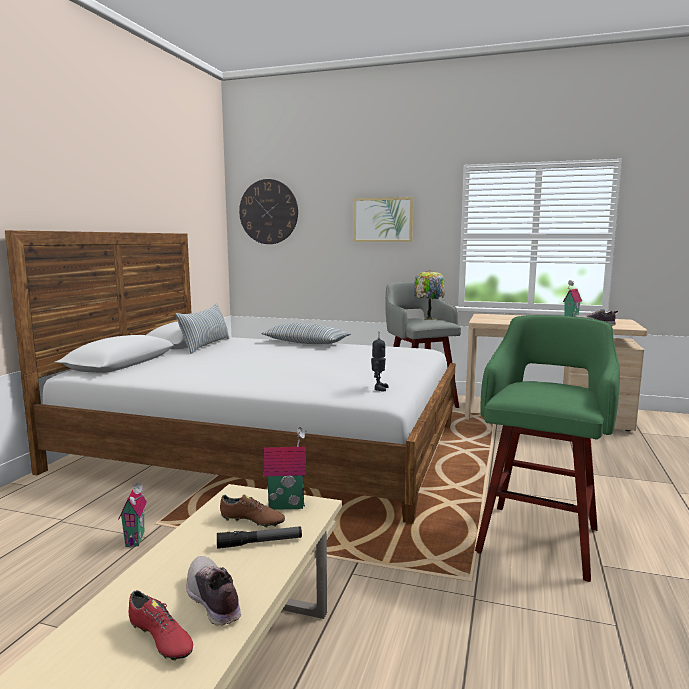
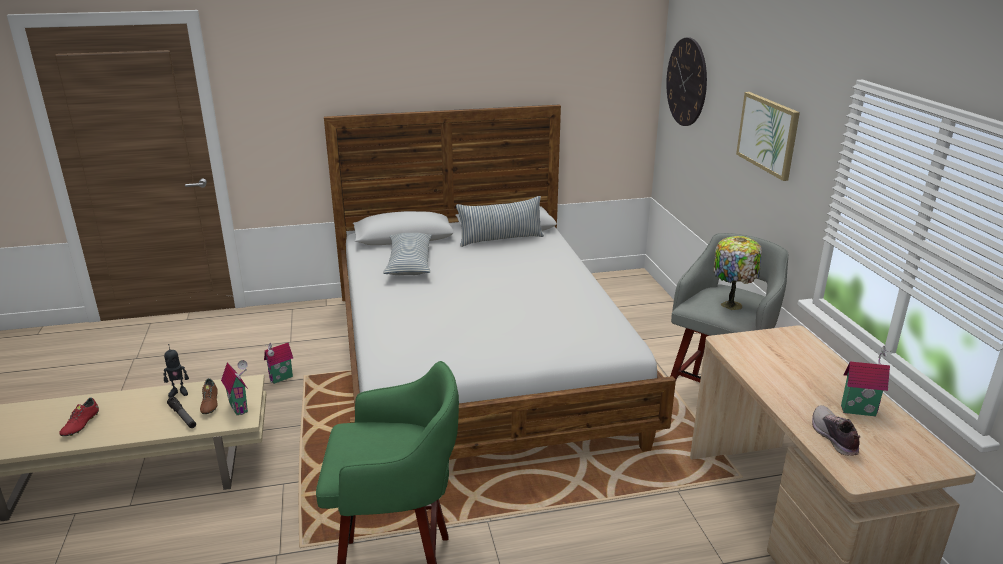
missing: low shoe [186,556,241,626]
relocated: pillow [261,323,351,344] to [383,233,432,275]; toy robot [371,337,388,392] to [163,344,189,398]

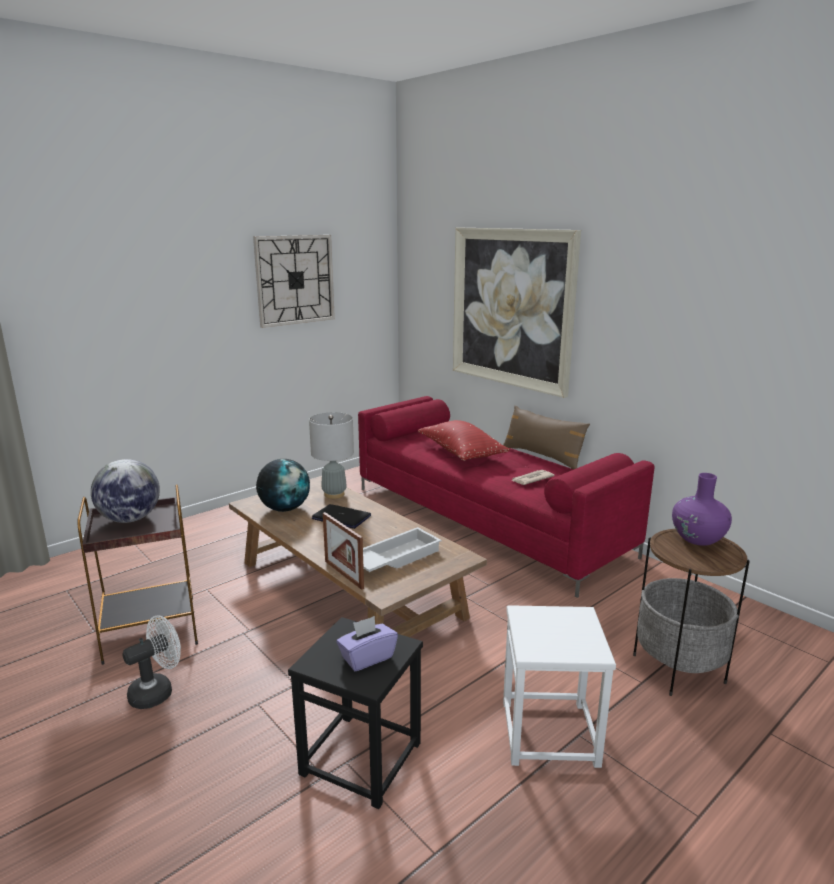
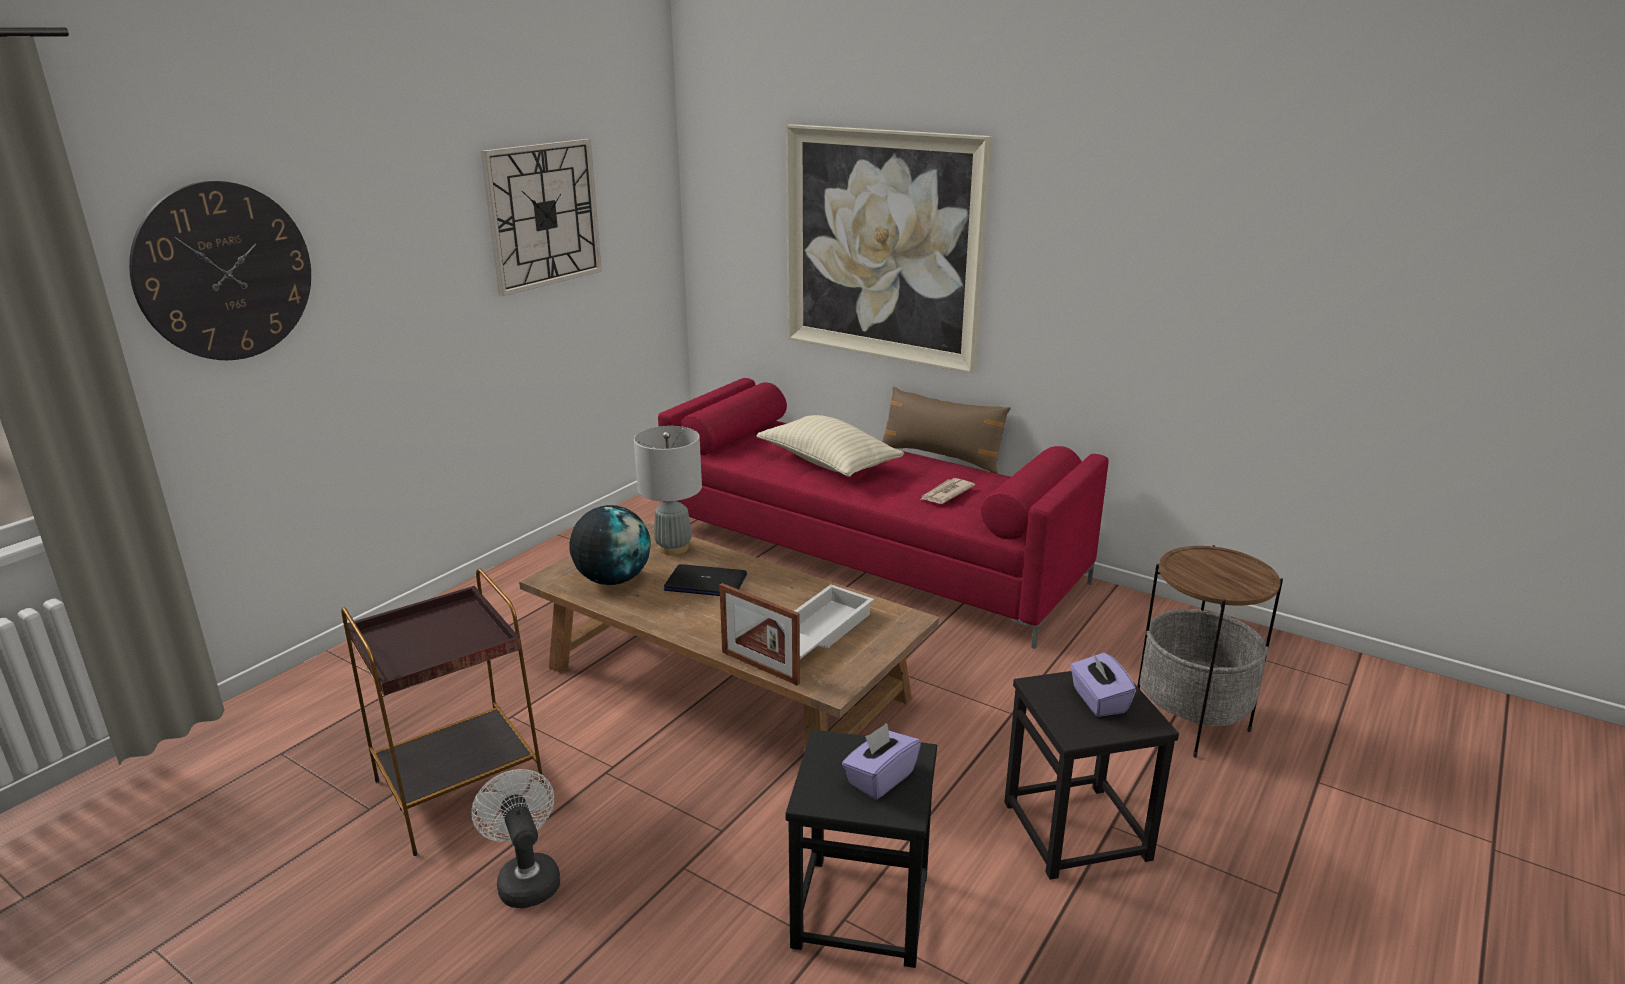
missing: globe [91,459,160,523]; purple-coloured decorative vase [672,473,732,546]
appeared: wall clock [129,181,311,360]; purple-coloured box of tissues [1070,653,1136,717]
colour: red pillow [418,420,510,461] to sand-coloured pillow [757,415,904,477]; white-coloured stool [503,605,616,768] to black-coloured stool [1004,671,1179,880]
spun: white-coloured electric fan [122,615,181,709] = [471,769,560,908] 60 degrees counterclockwise

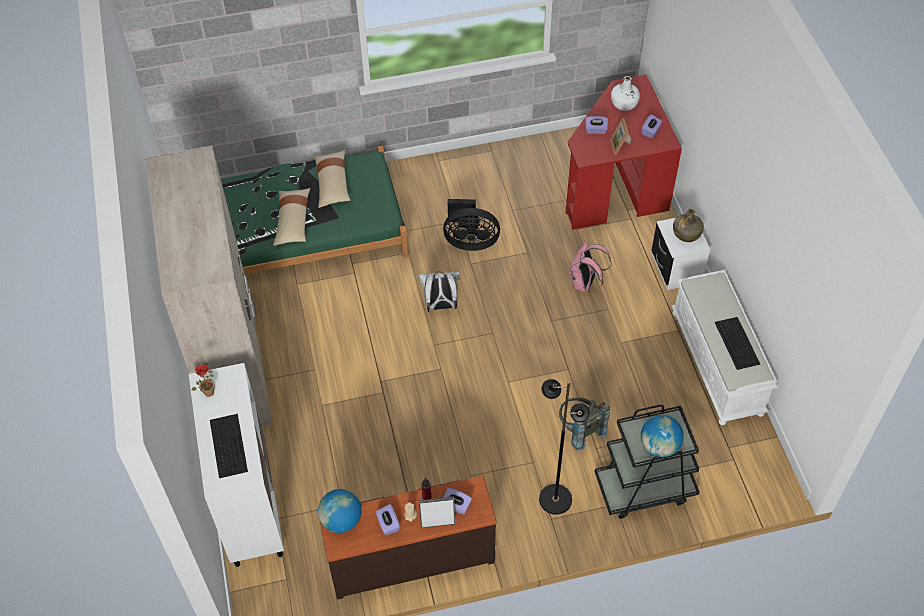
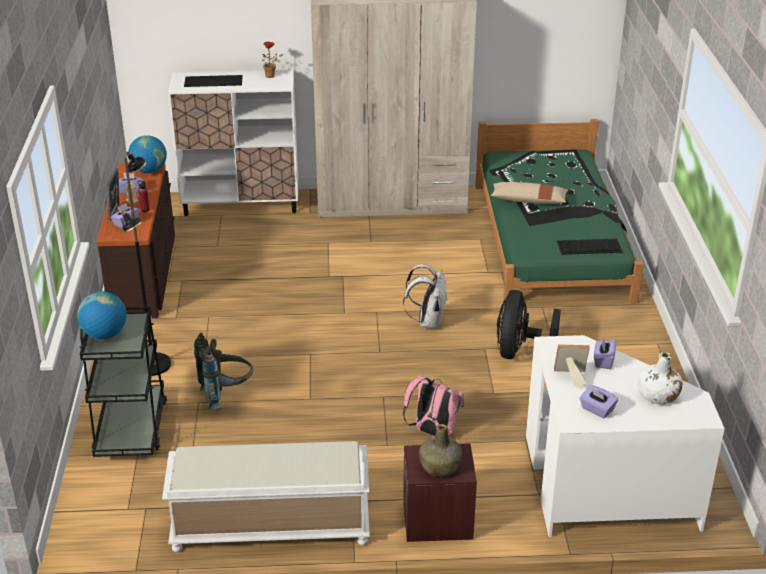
missing: sand-coloured pillow [314,150,350,208]
relocated: computer keyboard [715,317,760,370] to [557,239,623,255]
colour: red desk unit [566,75,682,230] to white-coloured desk unit [526,335,725,537]; white-coloured bedside table [652,218,710,290] to brownish bedside table [403,443,477,542]

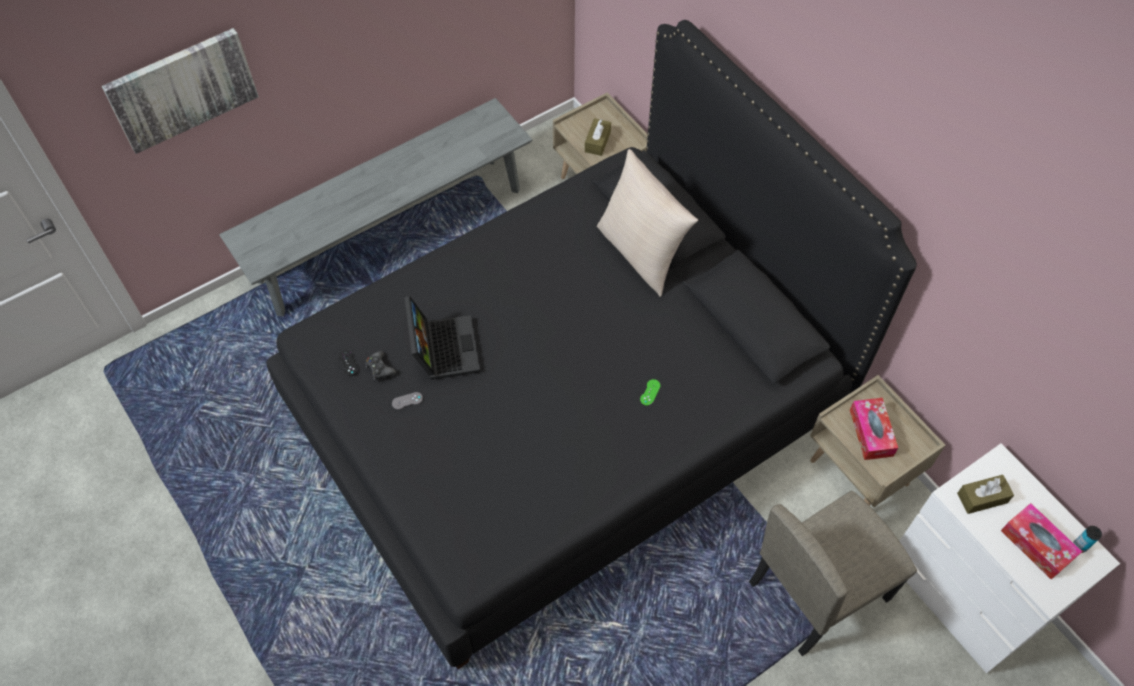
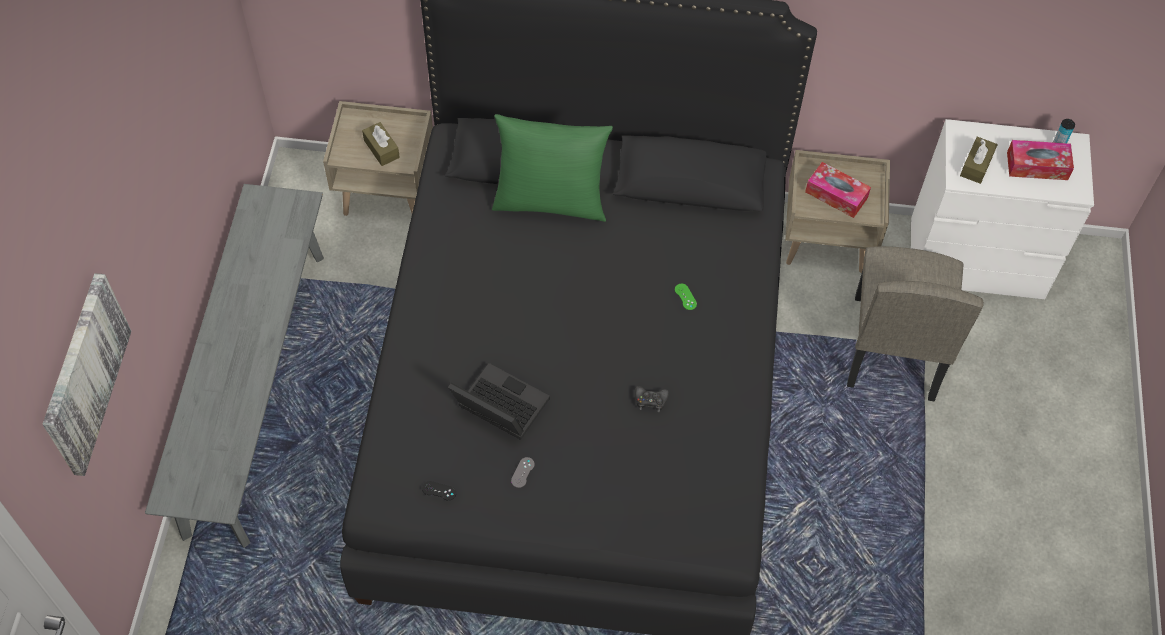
relocated: black-coloured joypad [365,351,396,380] to [635,386,669,412]
colour: sand-coloured pillow [597,149,698,297] to green pillow [492,114,613,222]

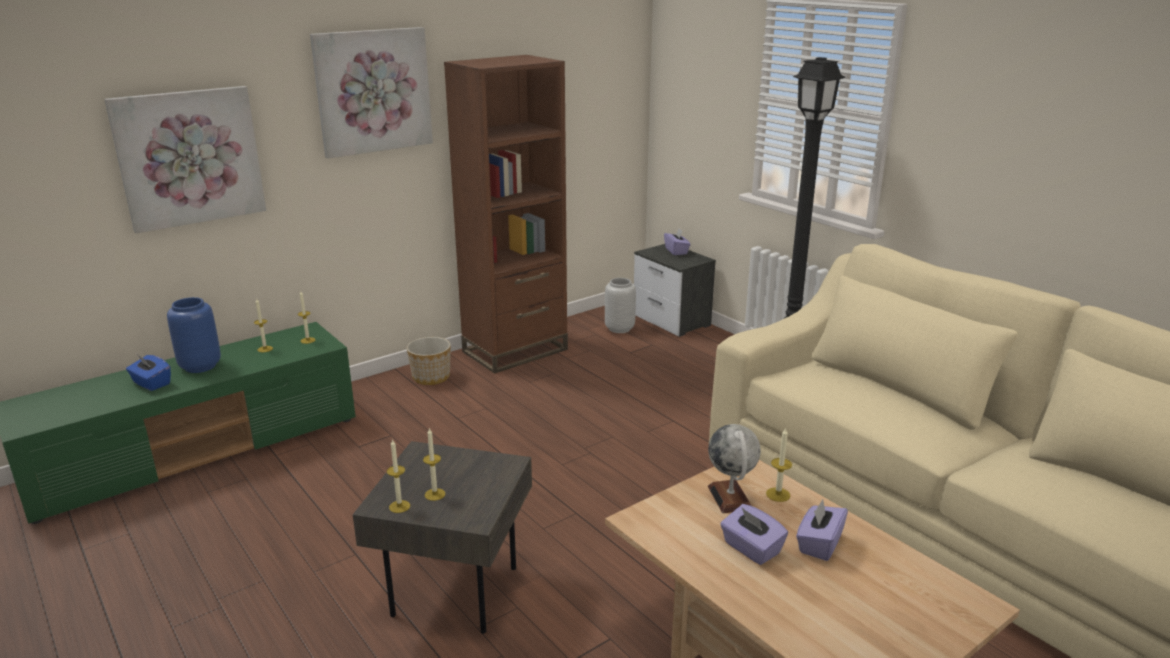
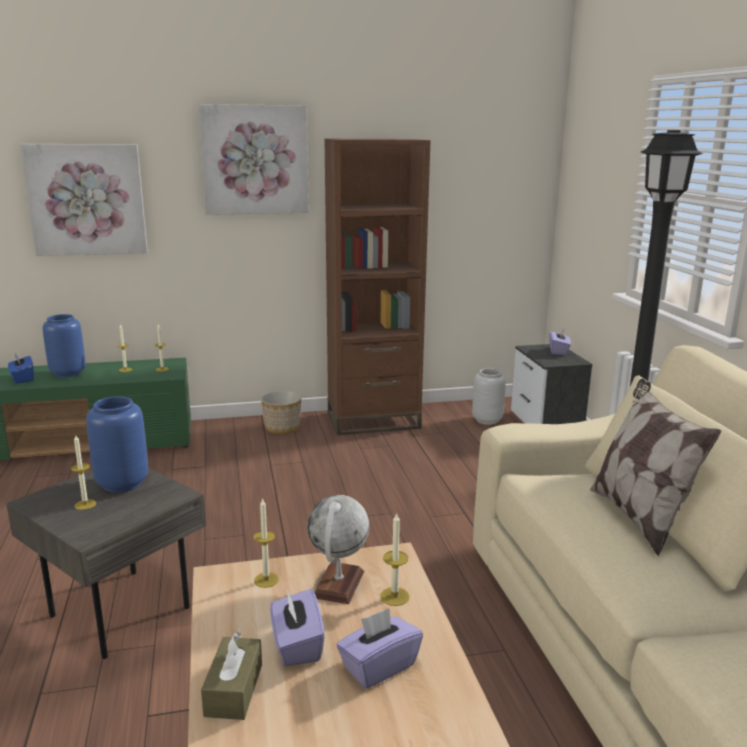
appeared: blue-coloured decorative vase [86,396,148,493]; brownish box of tissues [201,632,262,720]; pillow [590,378,721,556]
relocated: candle [387,439,410,513] to [254,498,279,588]

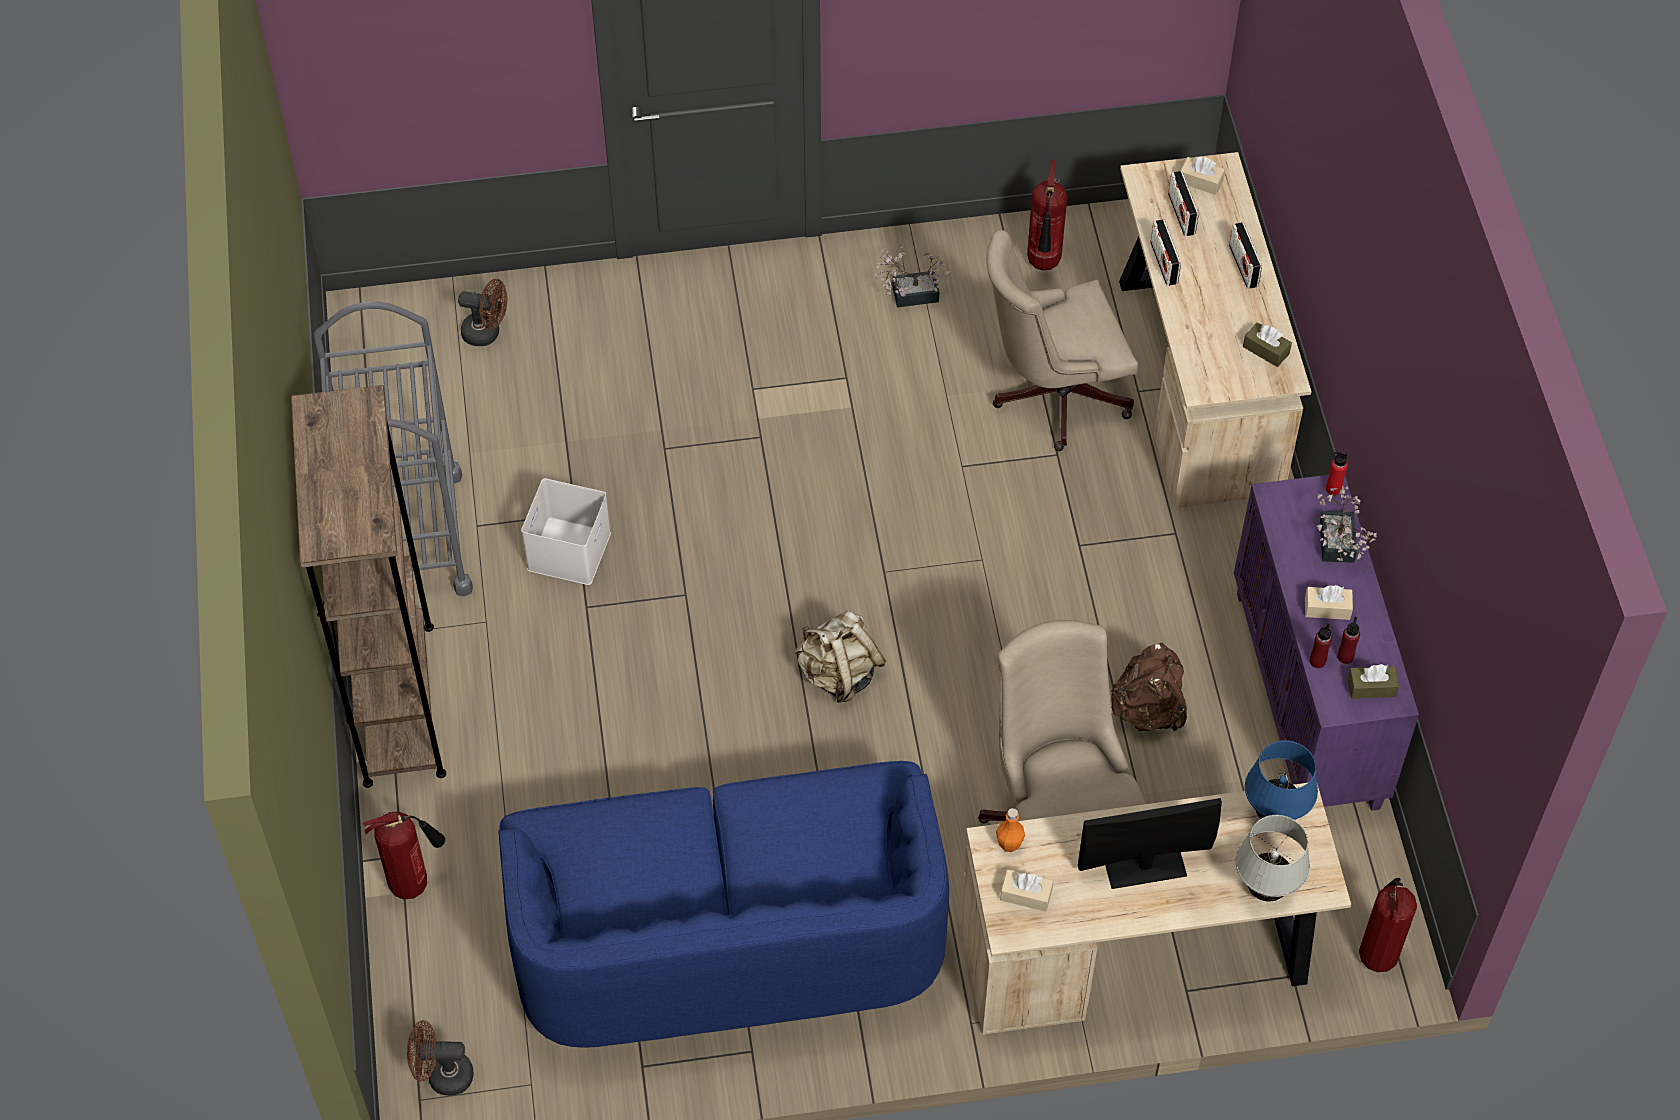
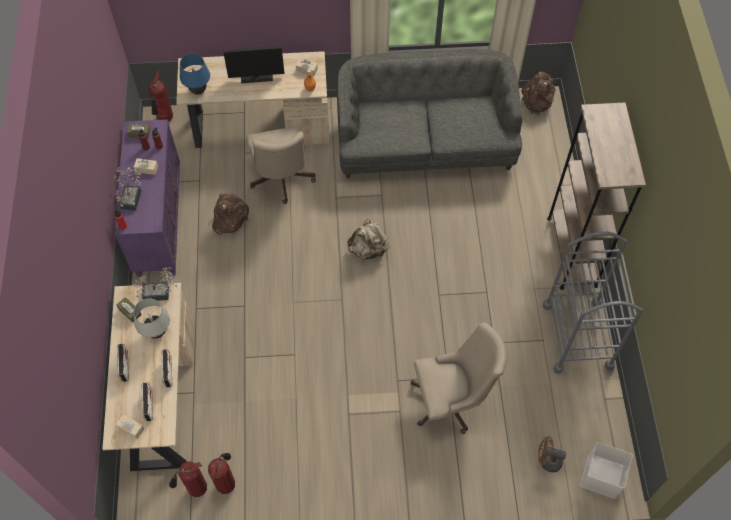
relocated: fire extinguisher [363,811,445,899] to [169,461,207,497]; white-coloured storage container [521,478,611,585] to [581,442,633,499]; houseplant [875,246,951,308] to [133,267,177,301]; sand-coloured office chair [986,230,1138,451] to [411,323,507,434]; white-coloured lamp for a table [1236,815,1310,902] to [133,298,170,339]
exchanged: brownish electric fan [407,1020,473,1096] to brownish knapsack [521,72,555,115]
colour: blue-coloured couch [498,761,949,1048] to gray couch [337,49,523,178]

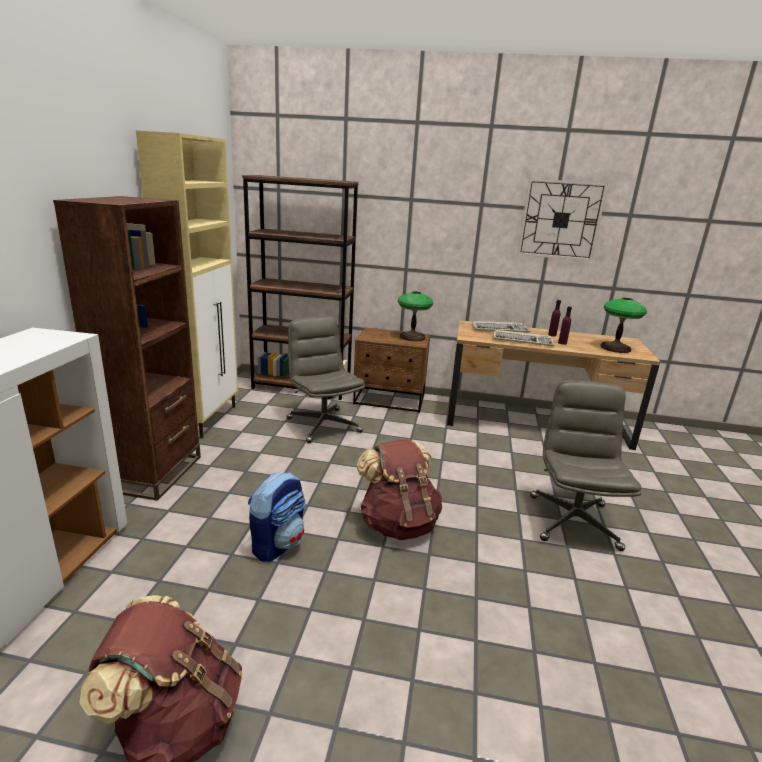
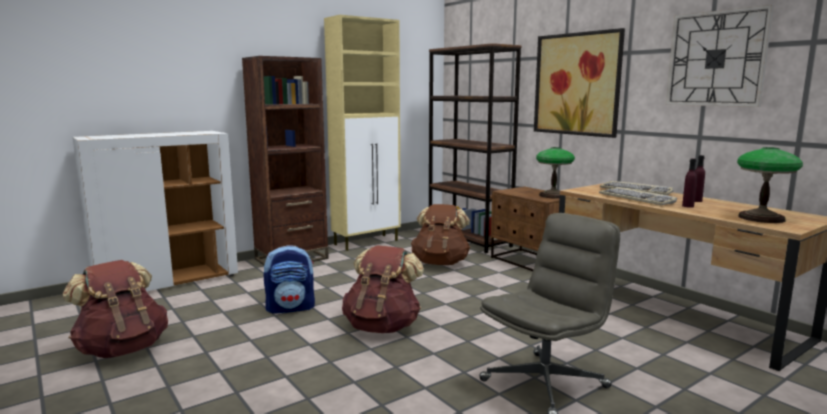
appeared: picture [534,28,625,138]
exchanged: gray office chair [287,316,365,443] to brownish knapsack [411,204,470,265]

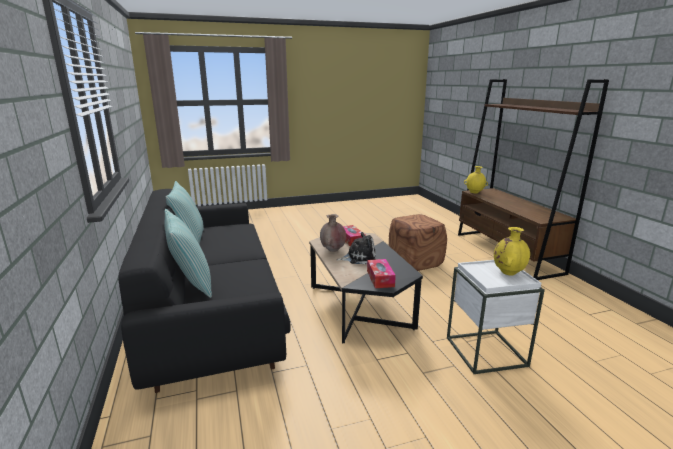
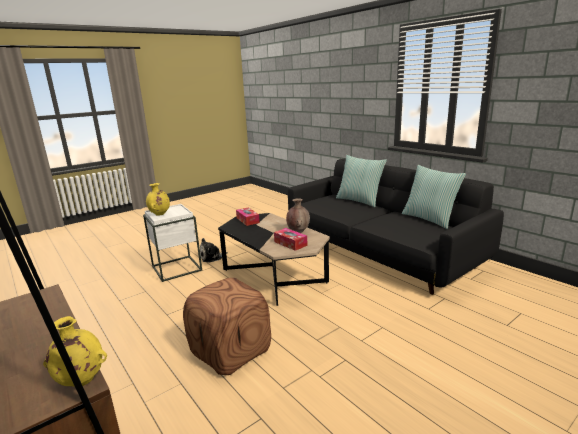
relocated: plush toy [337,232,376,265] to [200,238,228,263]

